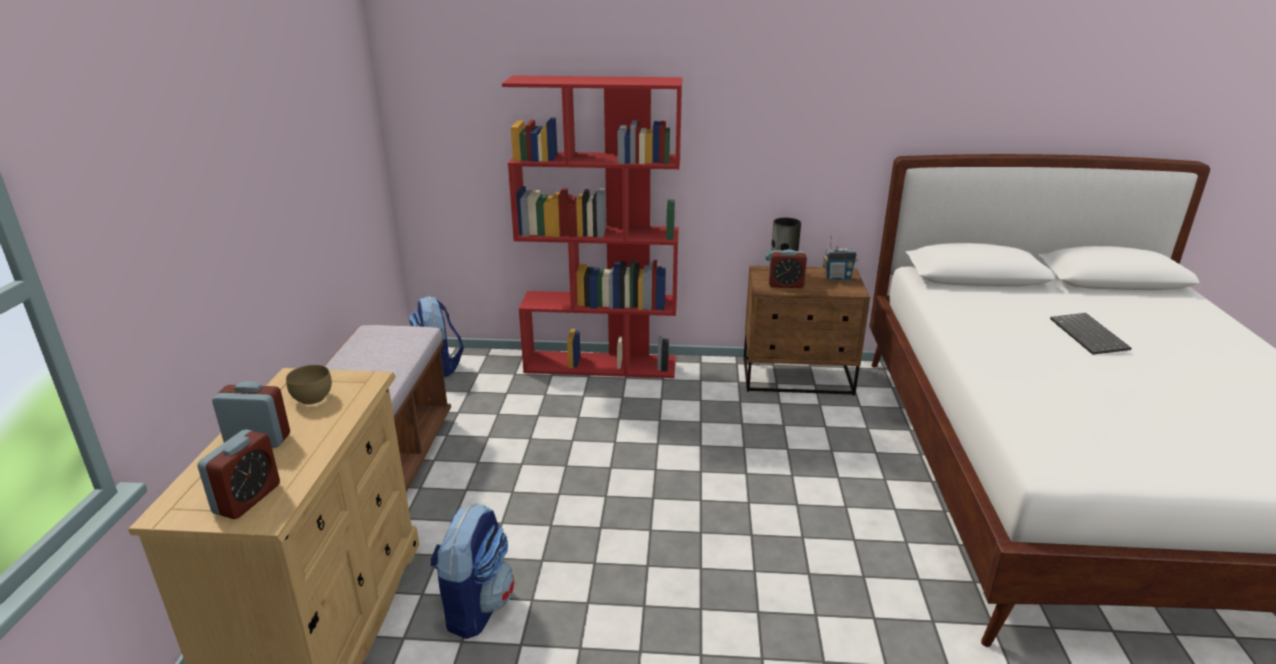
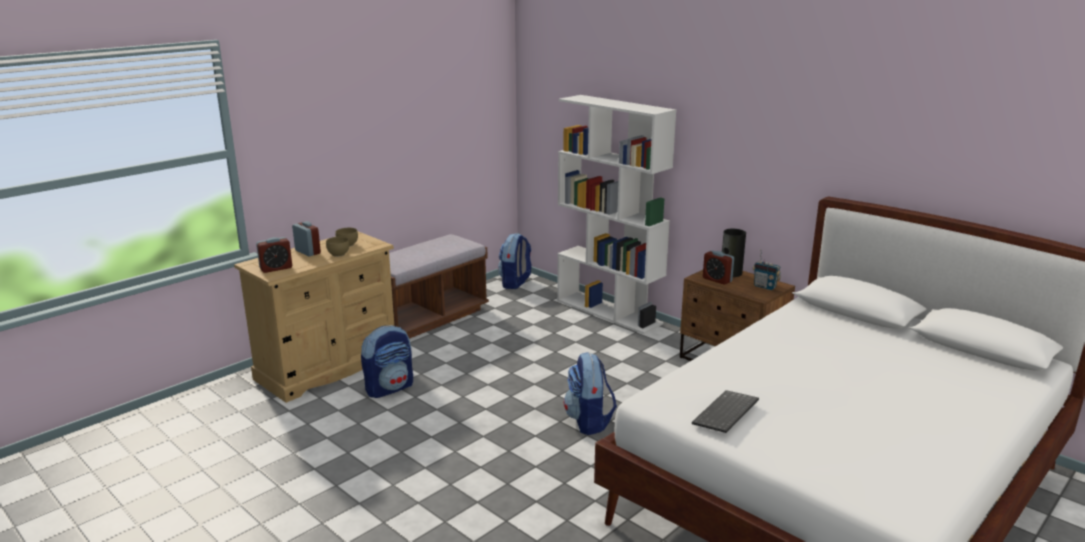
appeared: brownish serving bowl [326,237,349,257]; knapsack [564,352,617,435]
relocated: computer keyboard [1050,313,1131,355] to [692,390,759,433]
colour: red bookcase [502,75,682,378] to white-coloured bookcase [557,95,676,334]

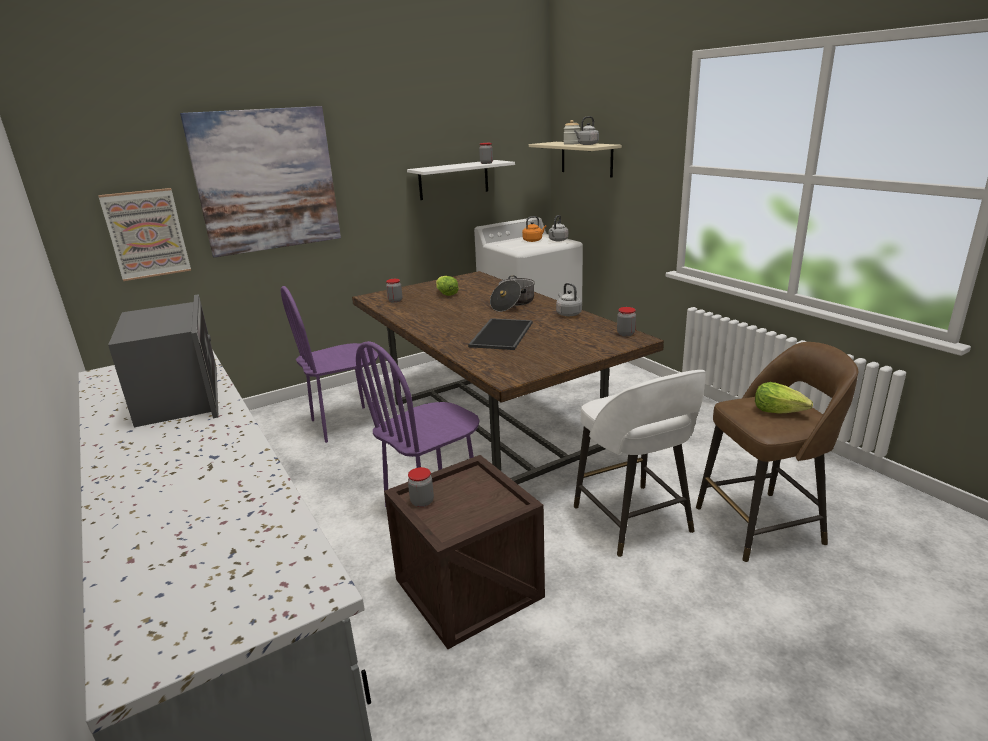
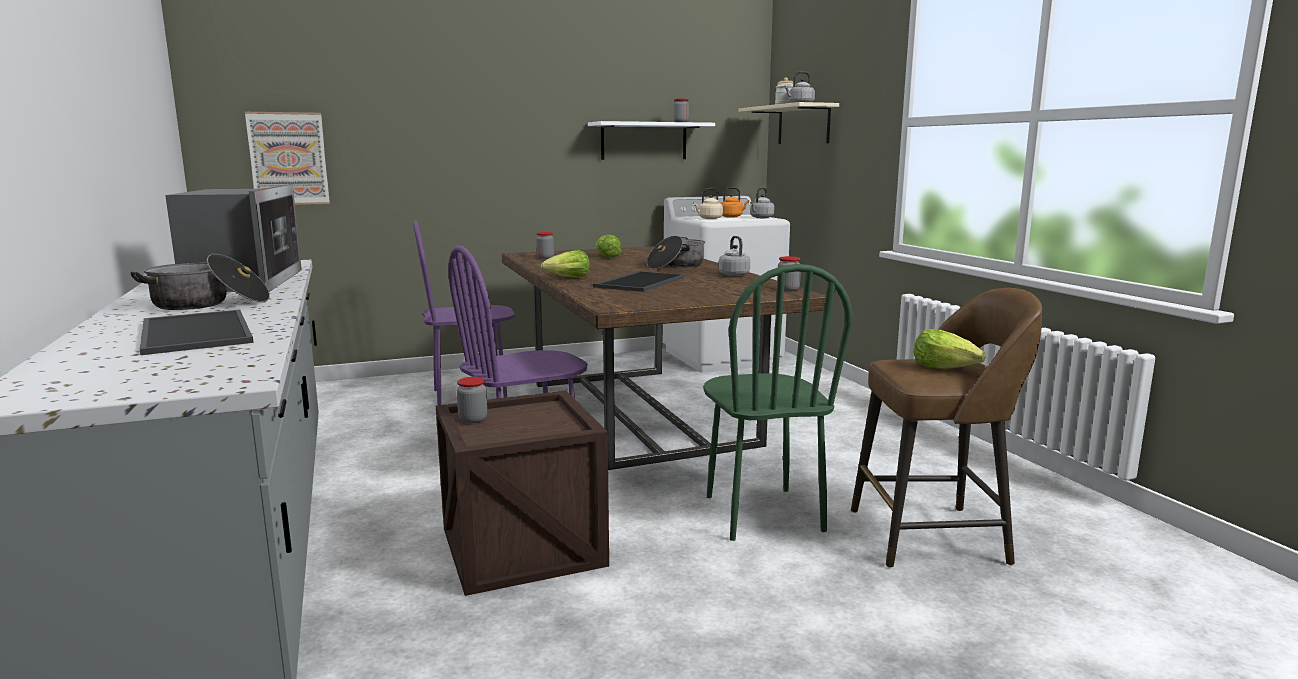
missing: picture [180,106,341,258]
appeared: cooking pot [131,254,270,310]; serving tray [140,310,254,355]; lettuce head [541,250,590,278]; sand-coloured tea kettle [693,188,723,219]
exchanged: white-coloured stool [574,370,706,557] to green plain chair [703,264,852,541]

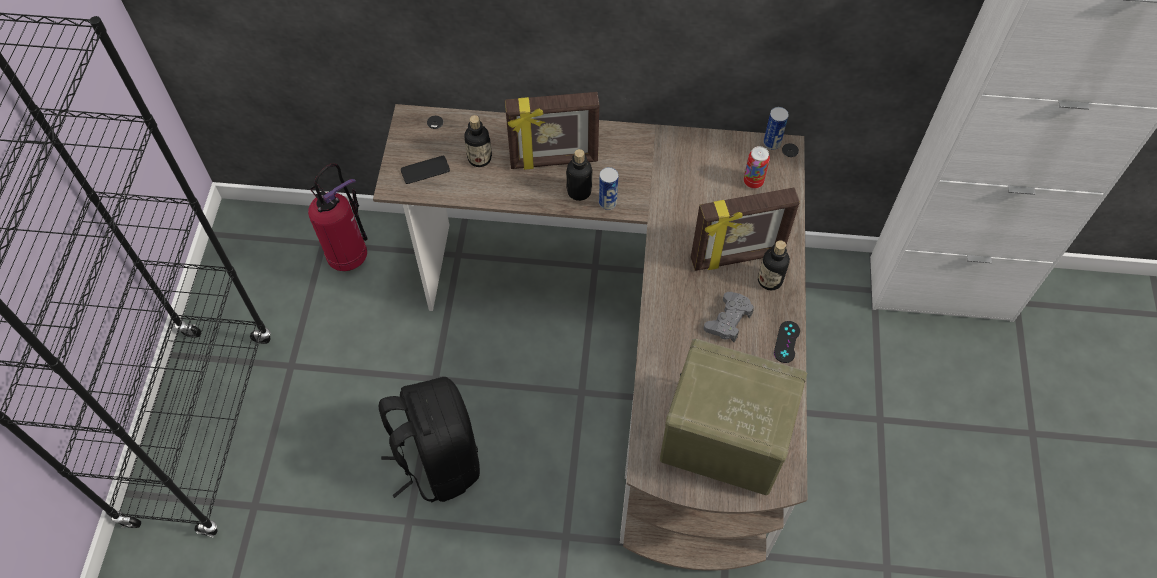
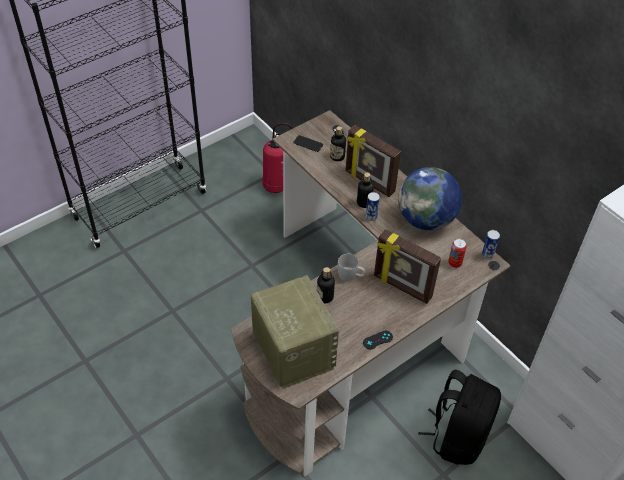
missing: gray joypad [703,292,754,342]
appeared: white-coloured coffee mug [338,254,366,281]; globe [398,167,462,230]
relocated: black-coloured knapsack [379,377,480,502] to [418,370,501,465]; drink bottle [758,240,790,290] to [317,267,335,303]

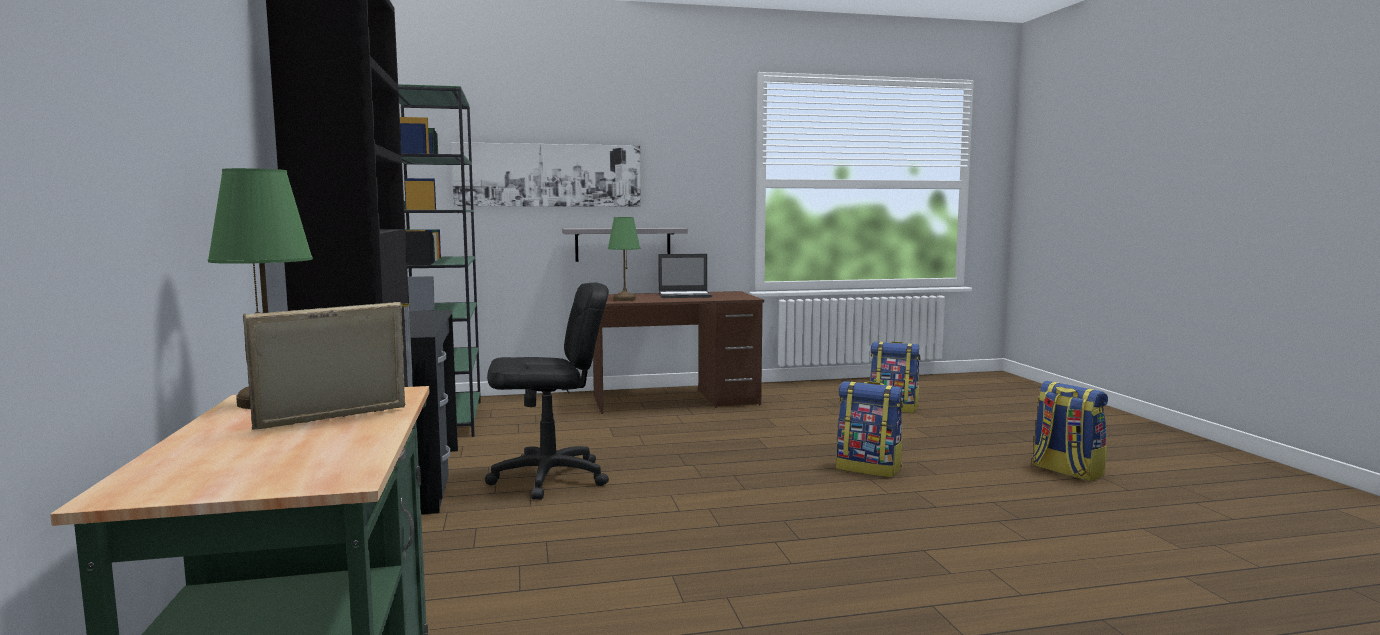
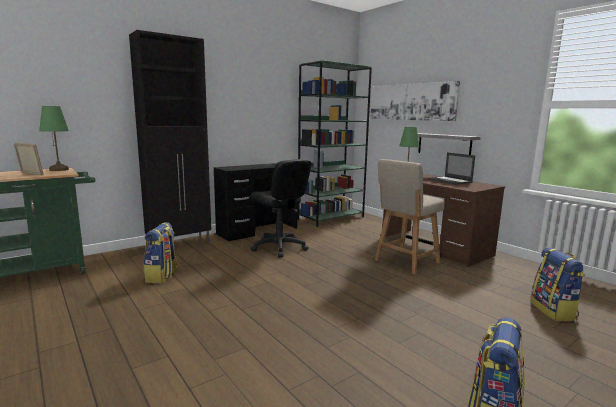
appeared: sand-coloured plain chair [375,159,445,275]
relocated: knapsack [836,381,904,478] to [144,222,179,283]

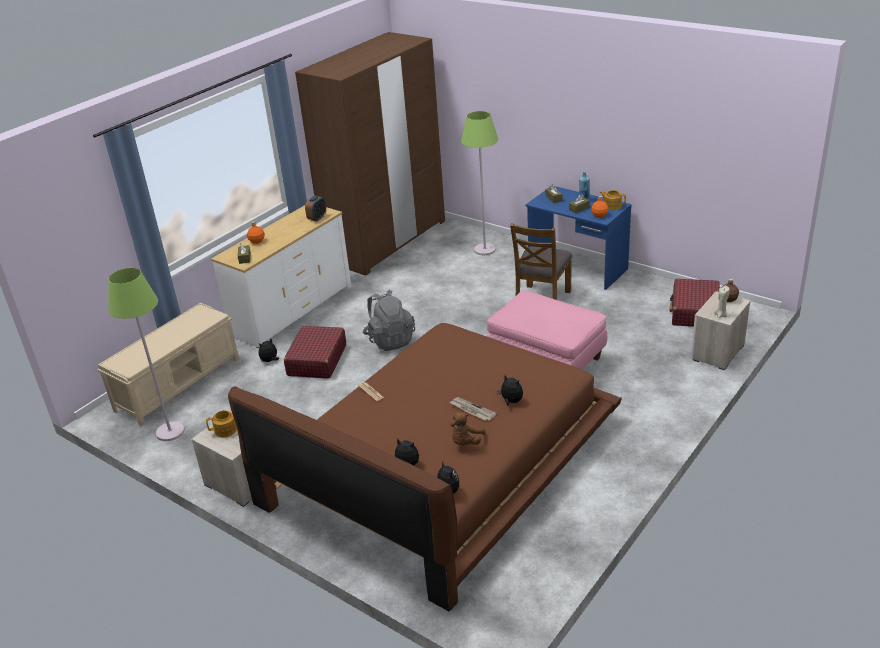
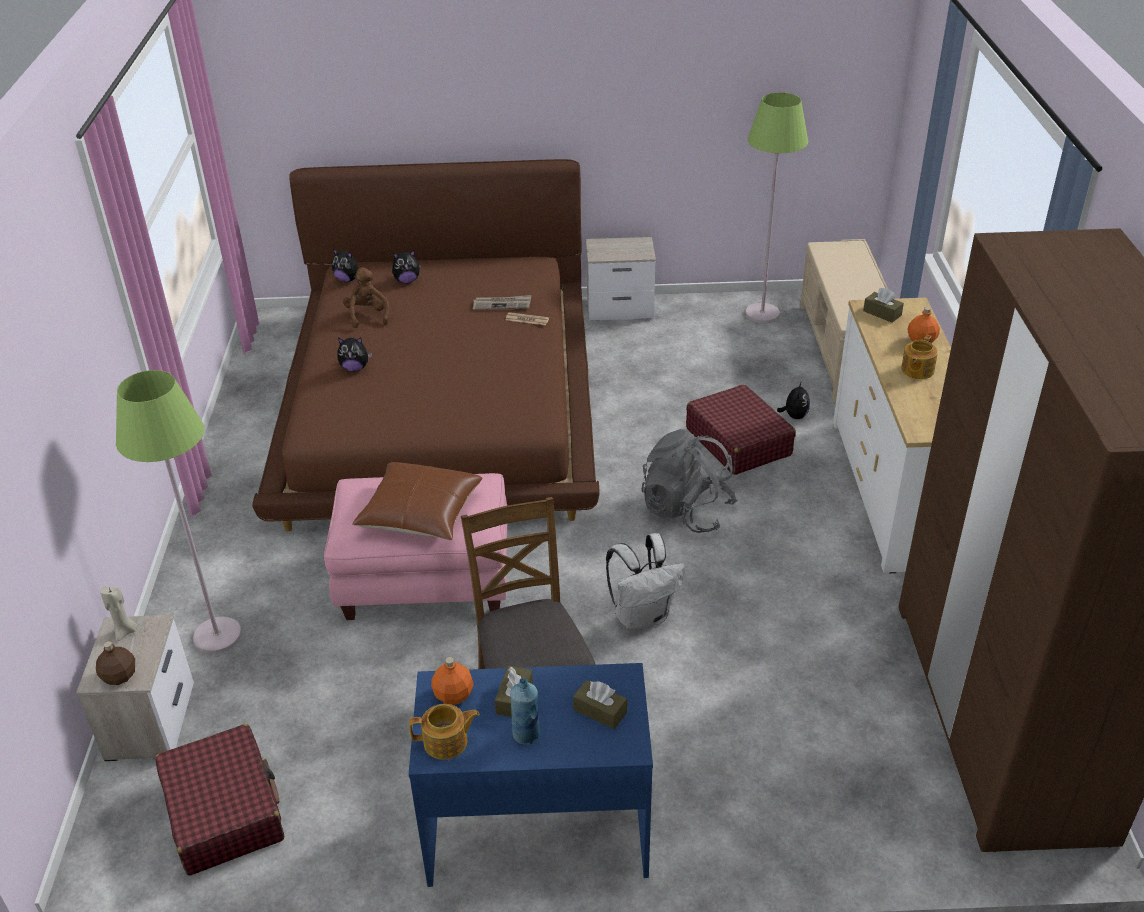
missing: bedside clock [305,196,326,221]
appeared: brownish pillow [352,462,483,540]; white-coloured knapsack [606,533,685,631]
relocated: pot for tea [206,410,237,438] to [901,335,938,379]; printed paper [450,397,497,421] to [473,295,531,310]; green standing lamp [461,111,498,255] to [116,370,242,654]

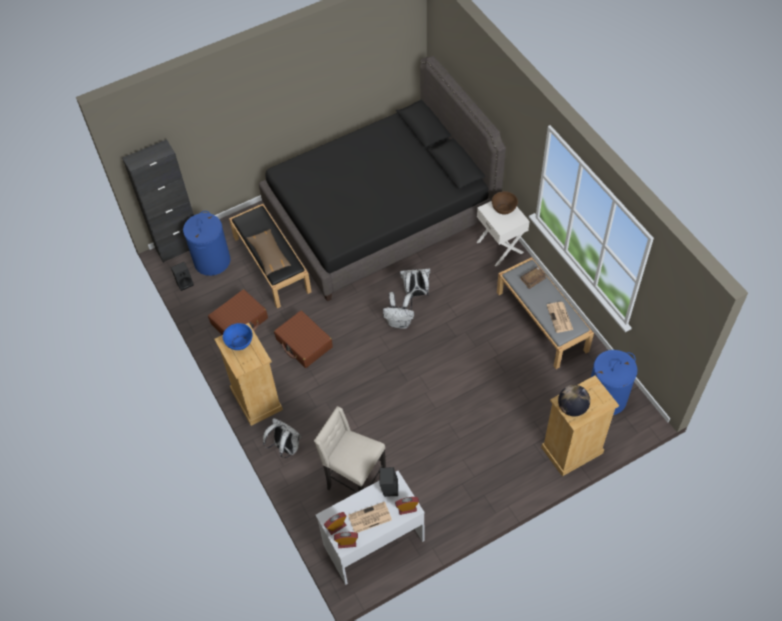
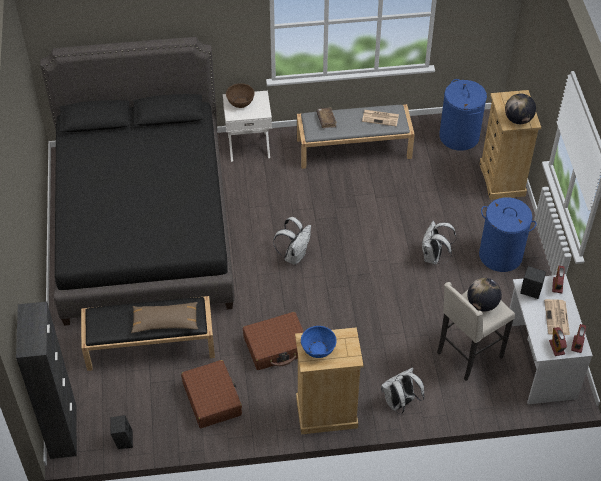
appeared: globe [467,278,502,312]
relocated: blue-coloured laundry basket [183,211,231,276] to [479,197,537,272]; white-coloured knapsack [400,269,430,296] to [422,220,456,264]

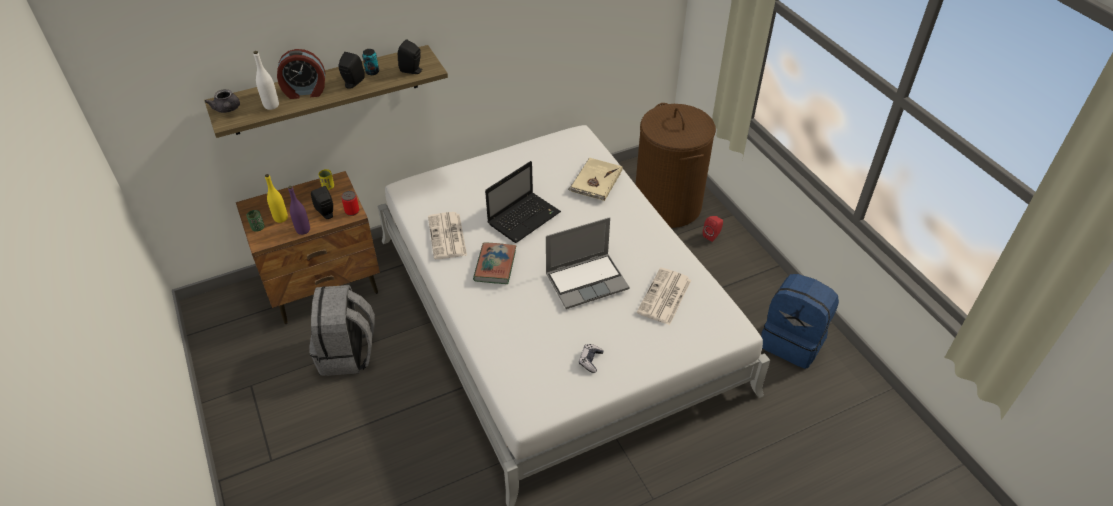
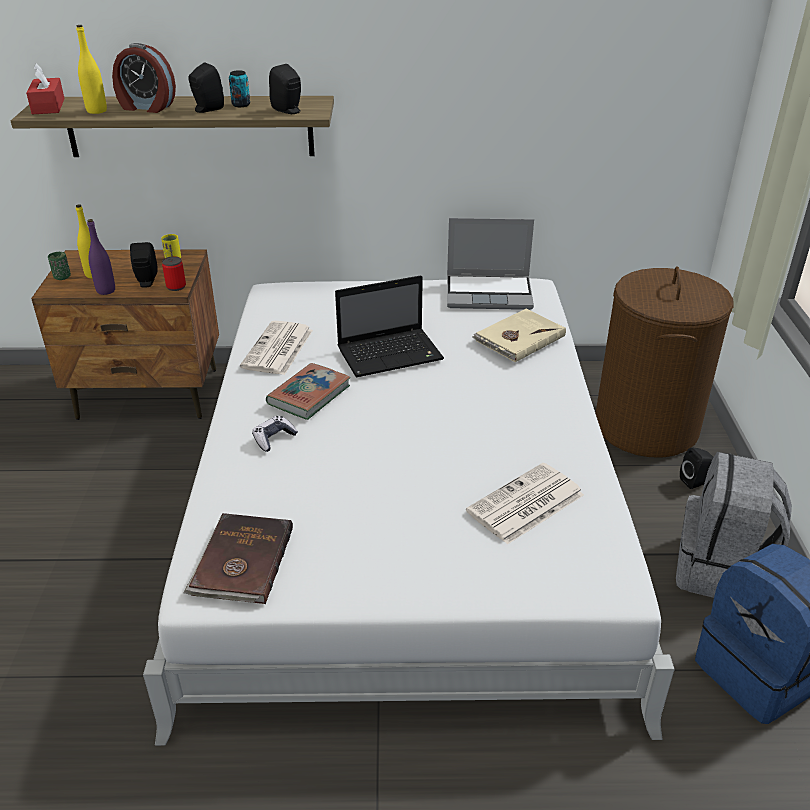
appeared: brownish bound book [183,513,293,604]
relocated: gray knapsack [309,285,375,376] to [676,452,792,598]; laptop [546,217,629,309] to [447,218,534,310]; joypad [579,344,604,373] to [252,416,298,452]
exchanged: gray pot for tea [205,89,240,113] to red box of tissues [26,63,65,115]
colour: white-coloured drink bottle [253,51,279,110] to yellow-coloured drink bottle [76,25,107,114]; red audio speaker [703,216,723,242] to black-coloured audio speaker [680,448,714,489]

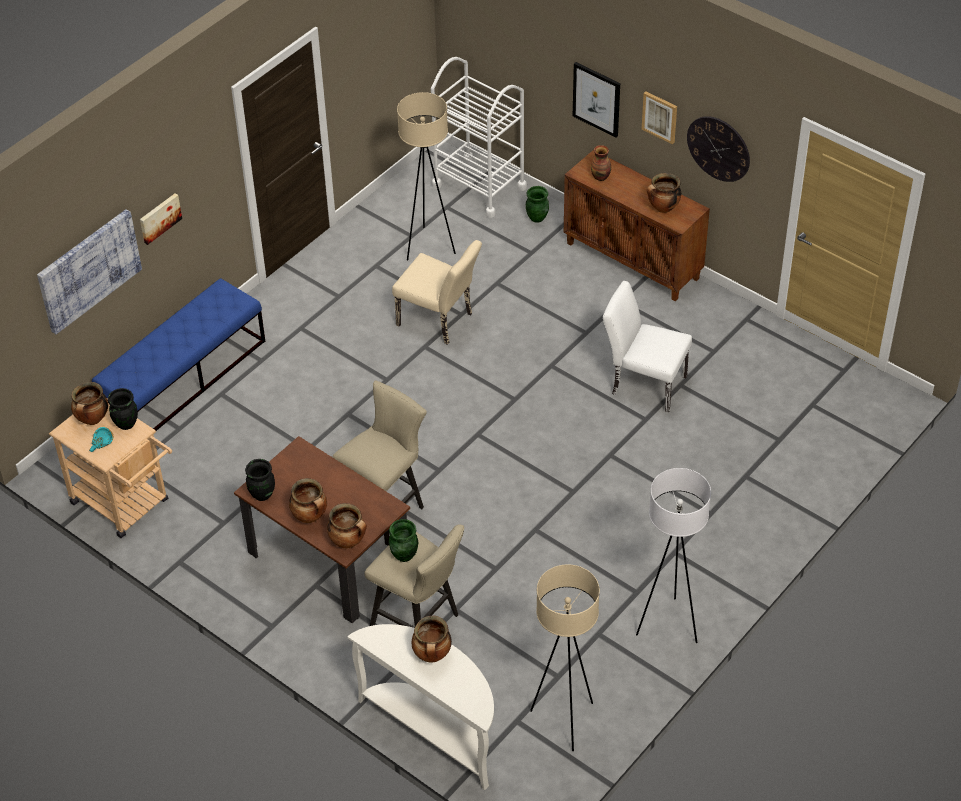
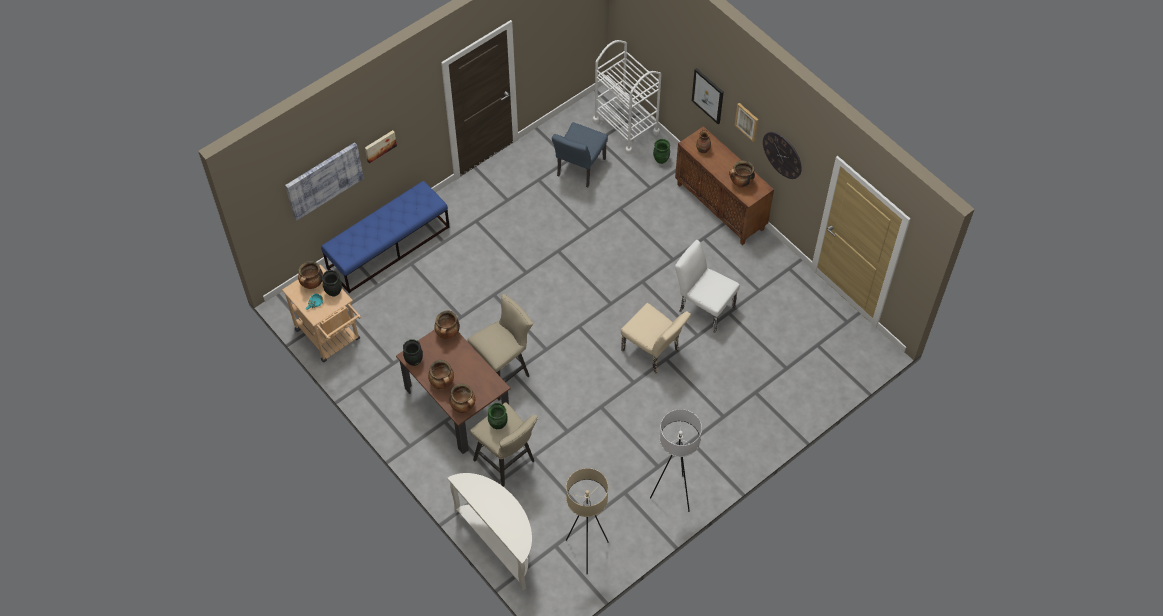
relocated: sand-coloured plain chair [392,240,482,345] to [621,303,691,374]; cooking pot [412,616,452,662] to [434,311,460,339]
exchanged: sand-coloured standing lamp [397,92,456,261] to blue-coloured plain chair [552,122,608,187]

